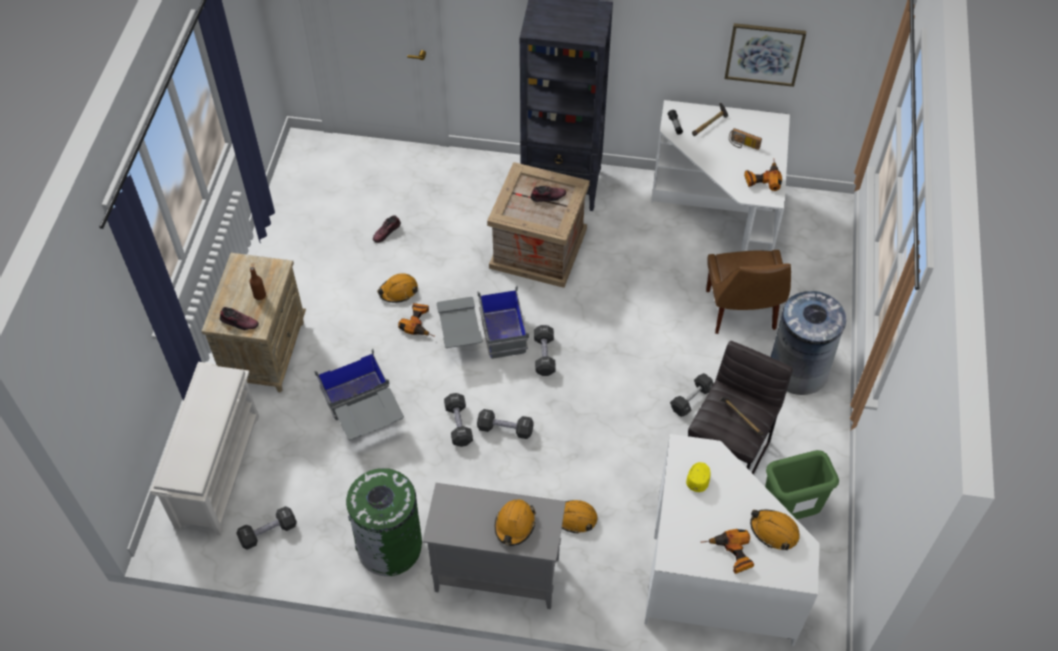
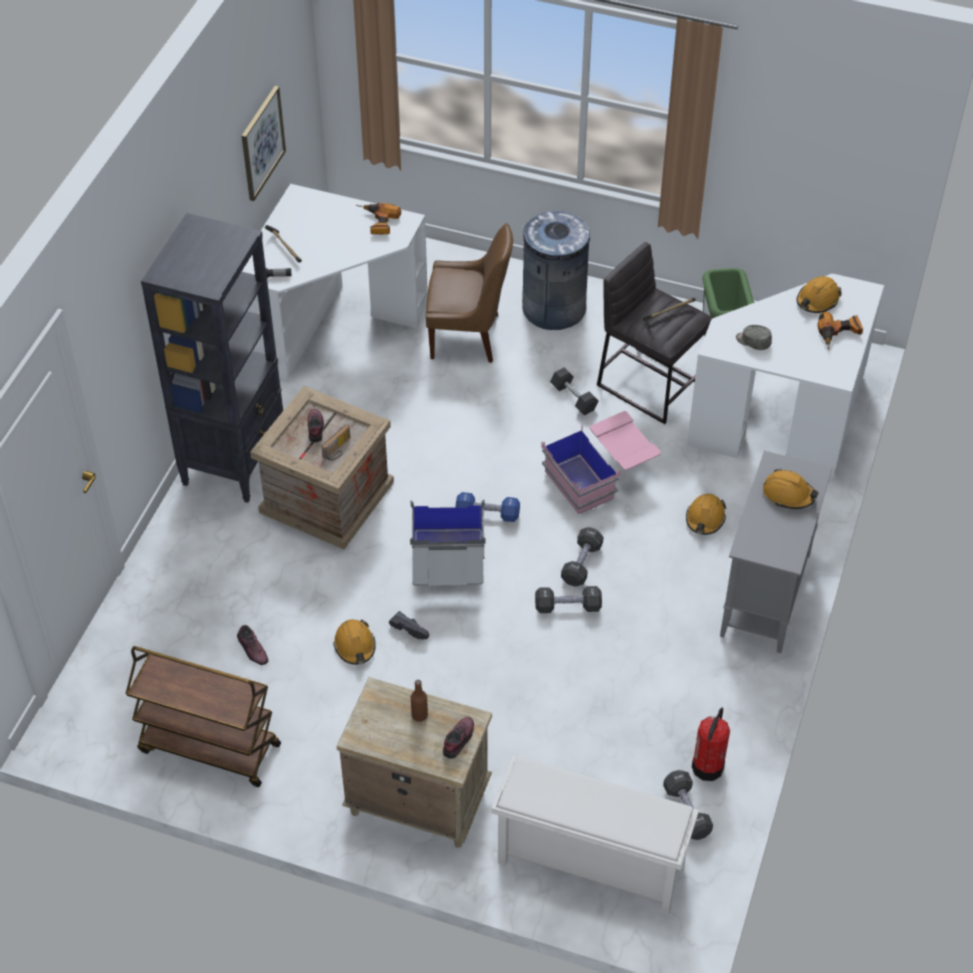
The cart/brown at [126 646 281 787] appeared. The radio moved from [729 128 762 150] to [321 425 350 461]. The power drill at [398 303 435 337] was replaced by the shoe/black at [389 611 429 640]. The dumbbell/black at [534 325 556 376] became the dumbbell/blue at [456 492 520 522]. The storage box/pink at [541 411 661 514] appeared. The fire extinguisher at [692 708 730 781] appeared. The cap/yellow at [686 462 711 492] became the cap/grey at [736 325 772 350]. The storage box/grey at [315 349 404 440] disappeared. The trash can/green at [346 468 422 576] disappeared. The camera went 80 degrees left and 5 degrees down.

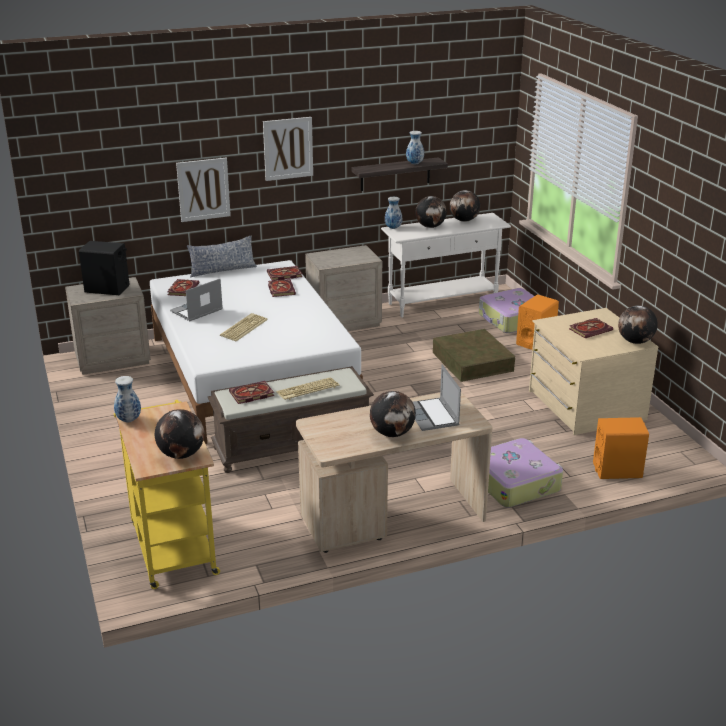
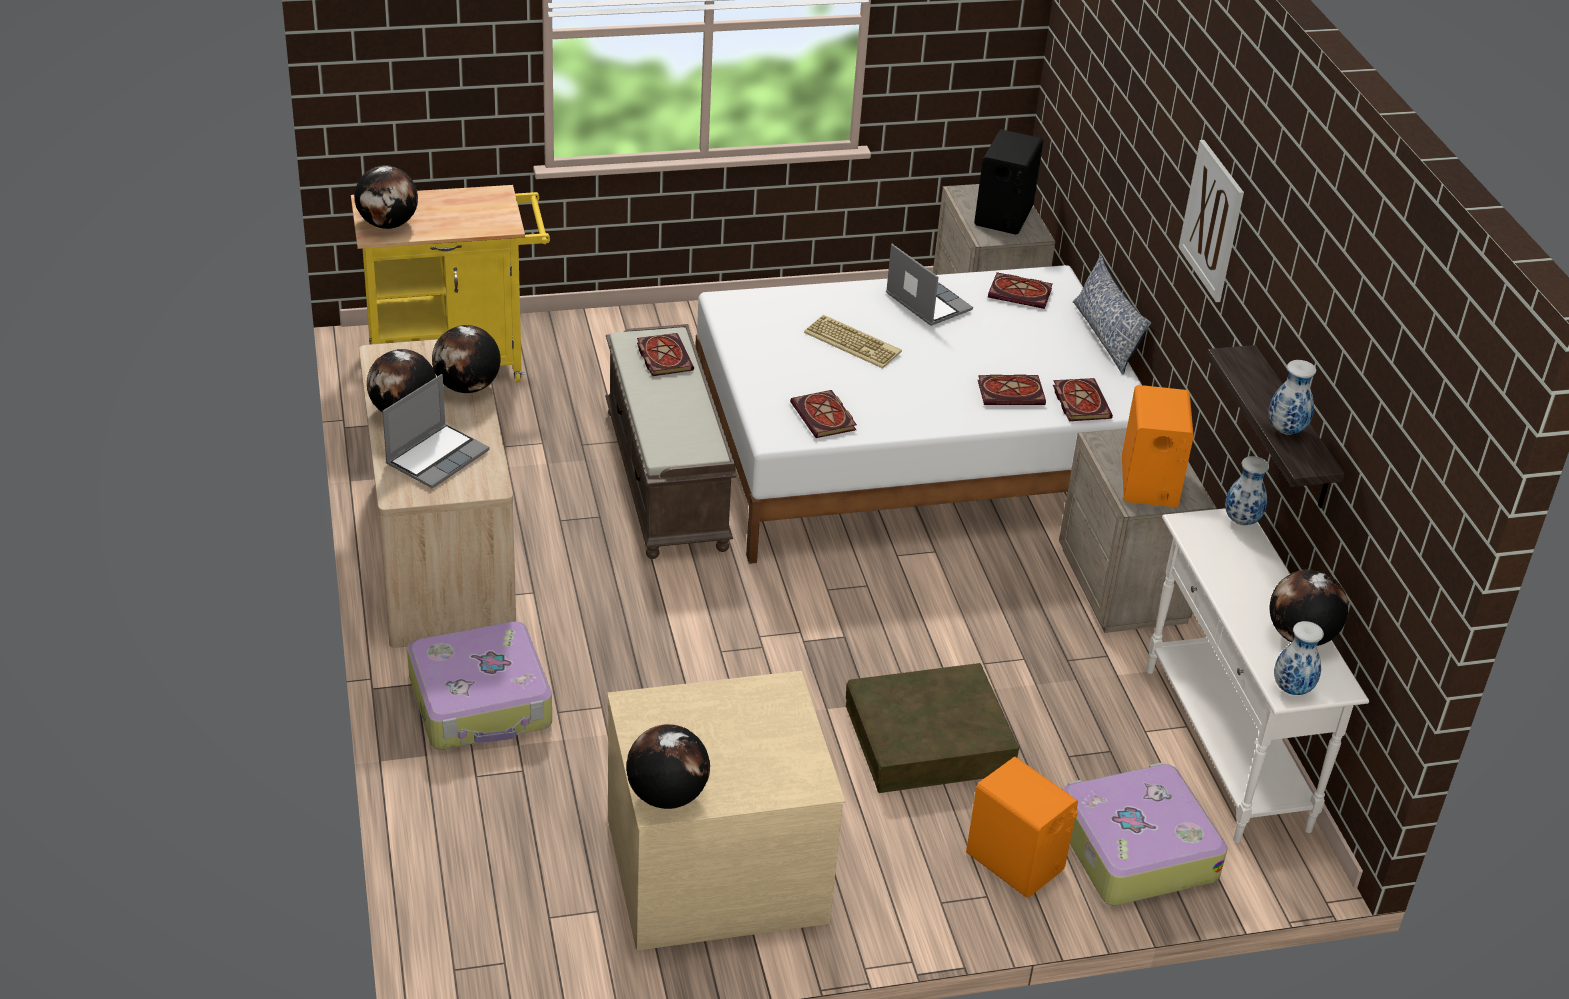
The laptop at [413 365 461 431] turned 135 degrees clockwise. The globe moved from [415 196 447 228] to [432 325 501 393]. The book moved from [569 318 613 338] to [790 390 857 438]. The speaker/orange moved from [593 417 649 479] to [1122 385 1194 507]. The vase moved from [114 376 141 422] to [1274 621 1324 695]. The picture at [176 158 231 222] disappeared. The keyboard at [276 377 339 400] disappeared. The camera went 95 degrees right and 10 degrees up.

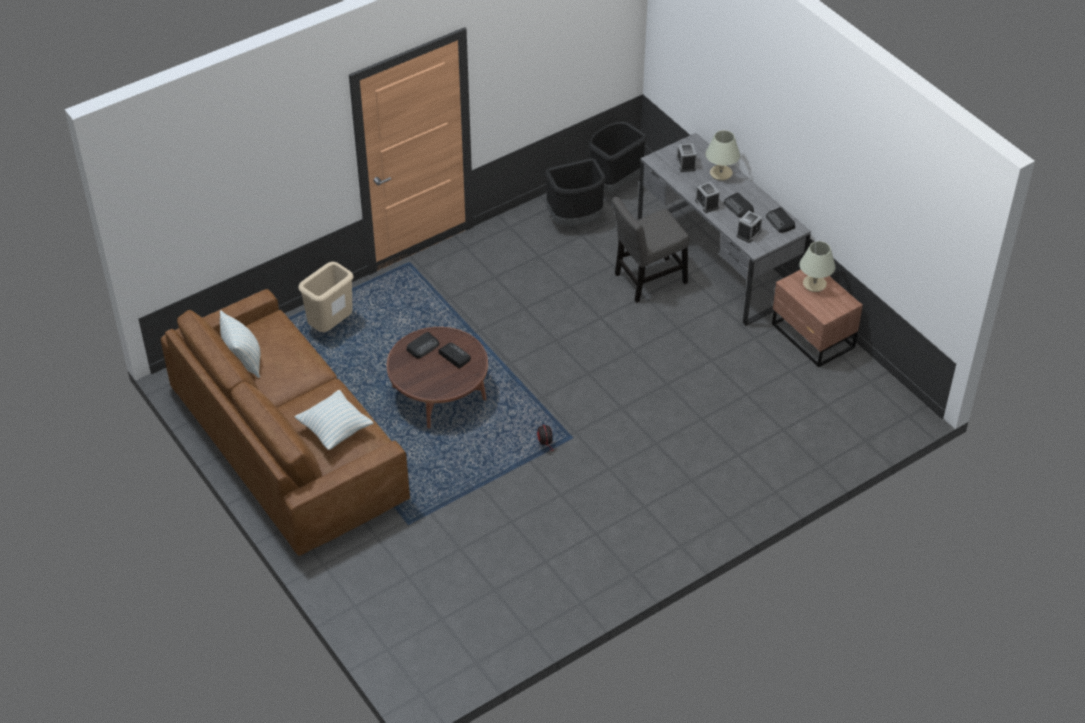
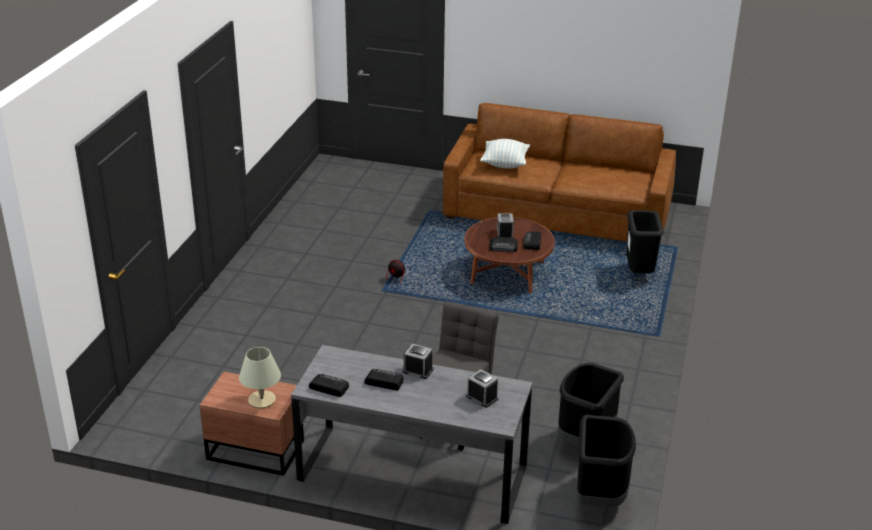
The alarm clock moved from [737 211 763 243] to [497 214 514 238]. The trash can/beige at [298 262 354 332] became the trash can/black at [626 210 664 273]. The pillow at [220 310 260 378] disappeared. The table lamp/beige at [706 130 740 181] disappeared. The camera went 140 degrees right and 15 degrees down.

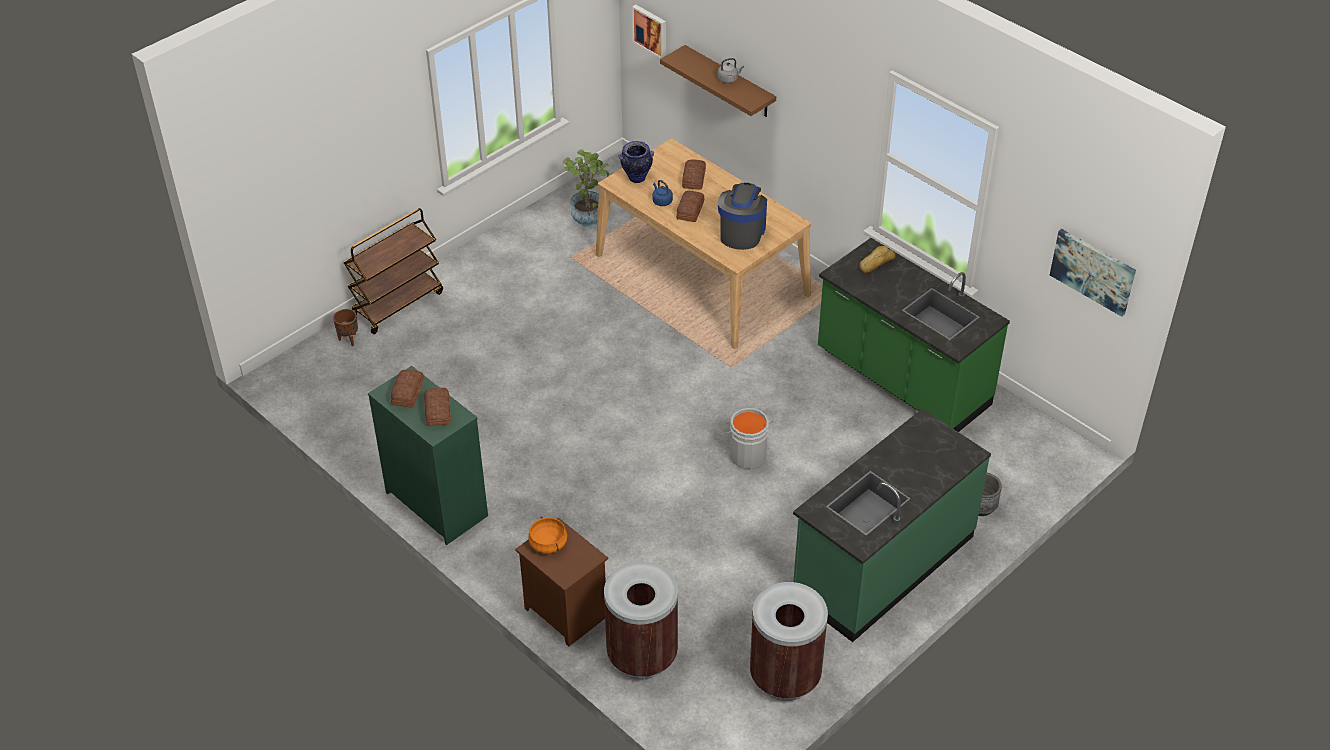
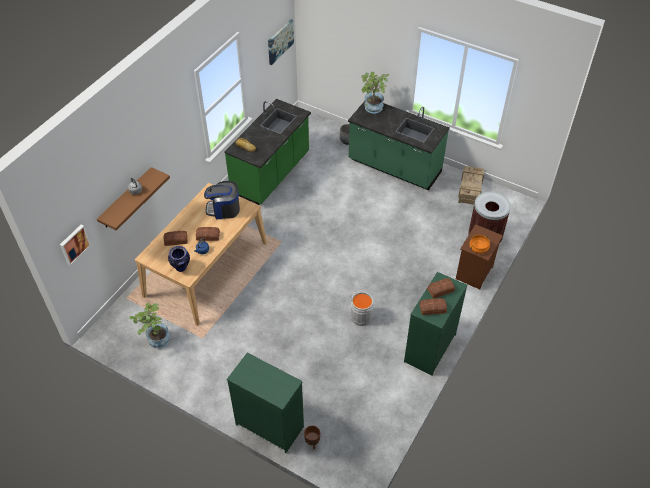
The cart/brown at [344 208 443 334] was replaced by the dresser/green at [227 353 304 453]. The bucket/grey moved from [720 408 773 469] to [347 292 374 326]. The potted plant at [361 72 389 113] appeared. The trash can/brown at [750 582 828 701] was replaced by the crate at [458 166 485 205]. The camera went 105 degrees left and 5 degrees up.

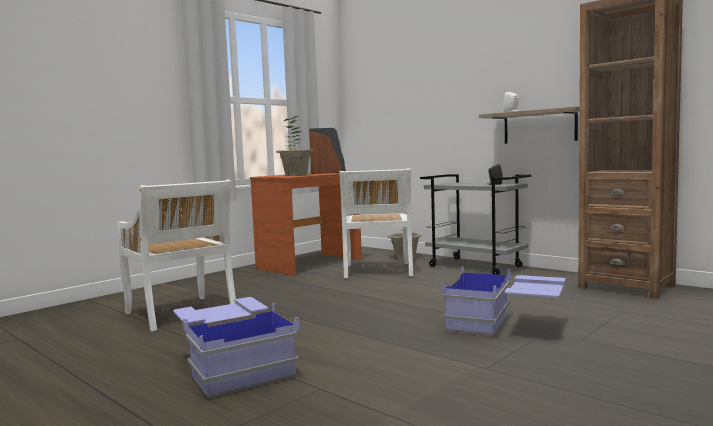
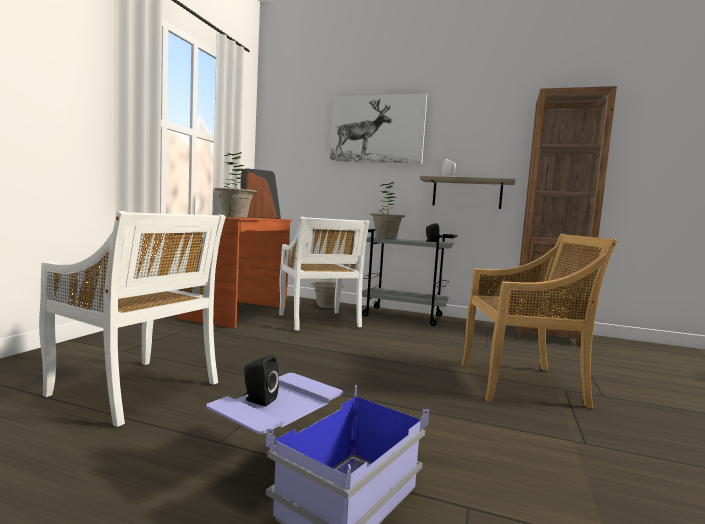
The speaker/black at [243 355 279 406] appeared. The picture at [330 94 427 164] appeared. The potted plant at [370 182 405 239] appeared. The storage box/blue at [441 266 566 337] was replaced by the chair/beige at [462 233 618 408]. The camera went 25 degrees left and 0 degrees up.

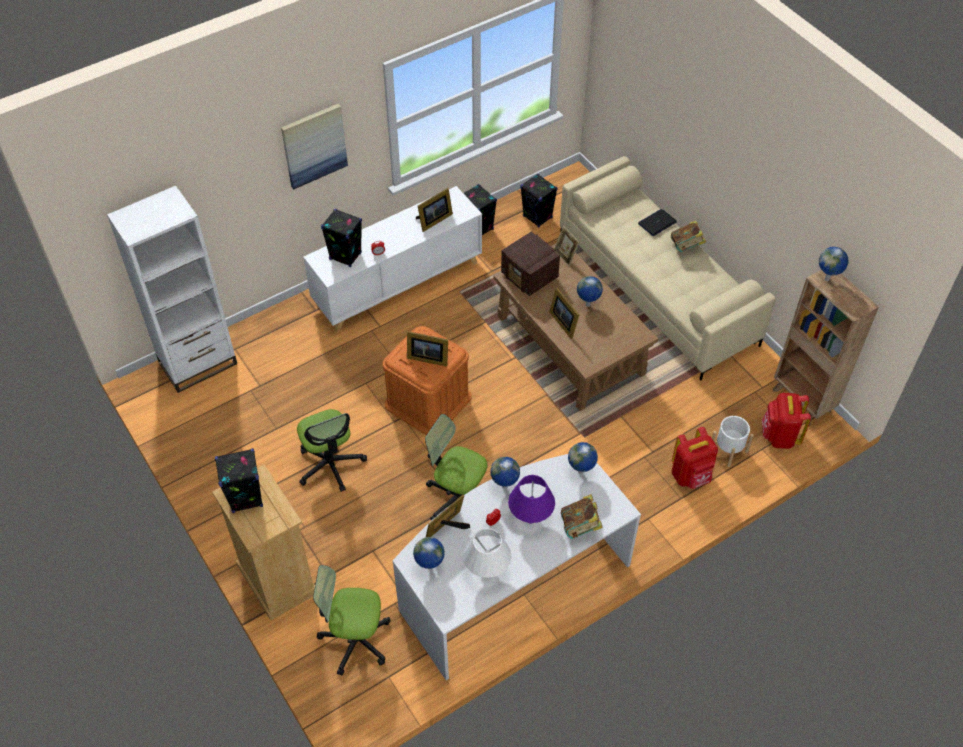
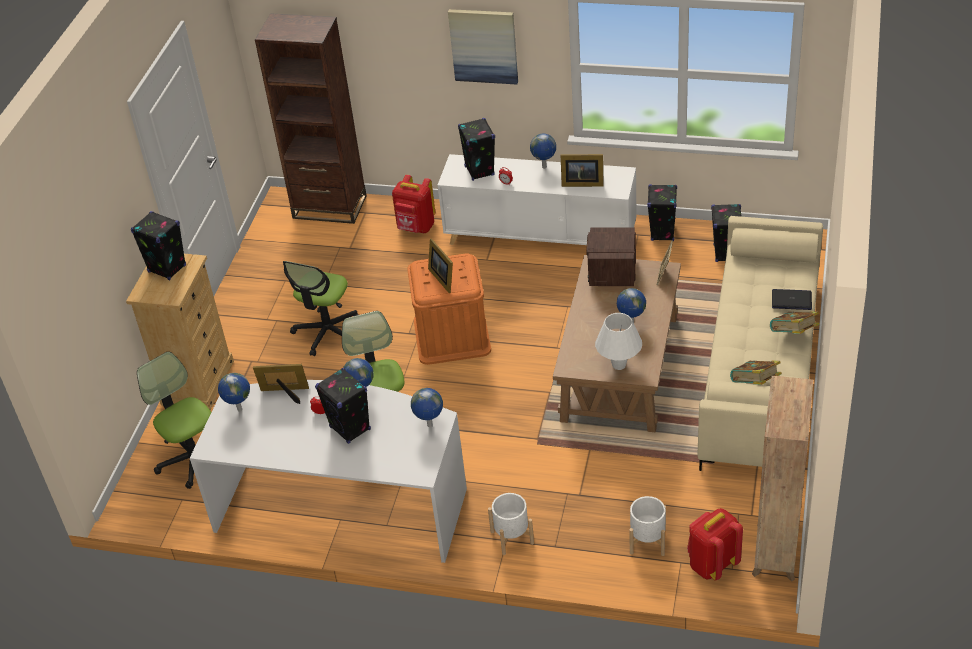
The bookcase/white at [107 186 237 393] became the bookcase/brown at [255 13 367 224]. The table lamp/purple at [508 475 555 524] was replaced by the speaker/black at [315 368 371 444]. The backpack/red moved from [671 427 718 489] to [392 175 435 233]. The planter/white at [488 493 534 555] appeared. The globe moved from [819 247 848 281] to [530 133 556 169]. The table lamp/white moved from [463 528 512 578] to [595 313 642 370]. The book moved from [561 494 603 539] to [730 360 782 385]. The picture frame at [549 288 579 339] disappeared. The camera went 50 degrees right and 10 degrees down.

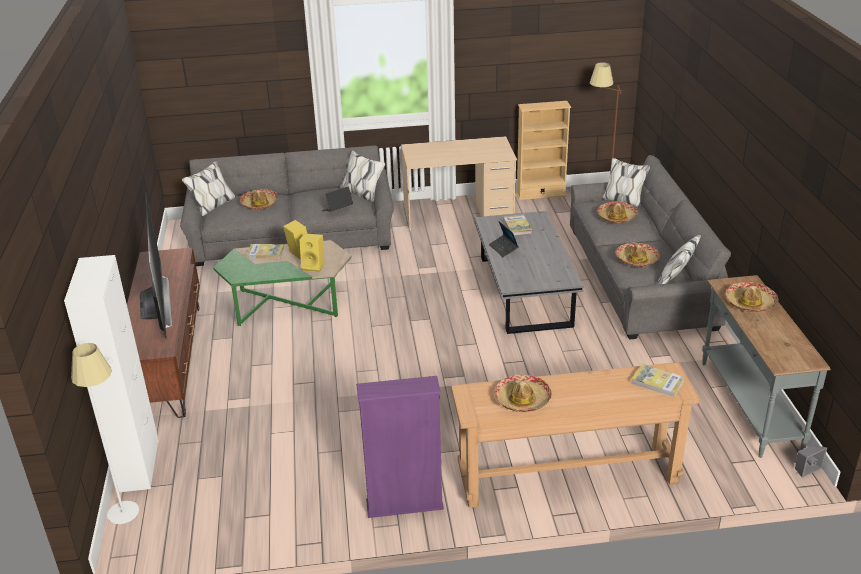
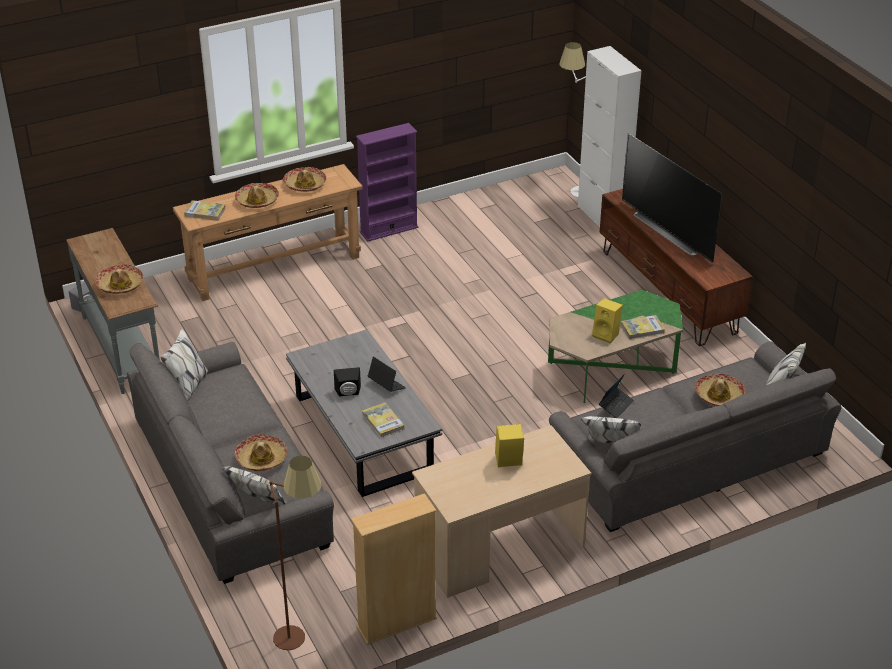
The hat moved from [616 243 660 267] to [235 183 279 208]. The speaker/black at [334 367 361 397] appeared. The speaker/yellow moved from [299 233 324 272] to [495 424 524 467]. The camera went 160 degrees right and 5 degrees up.

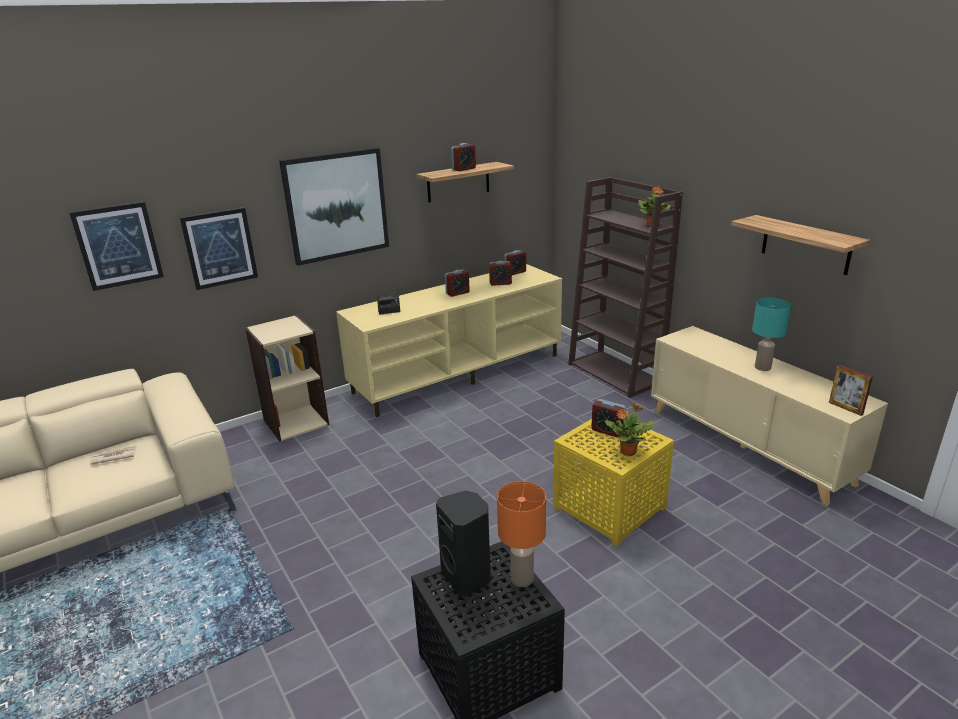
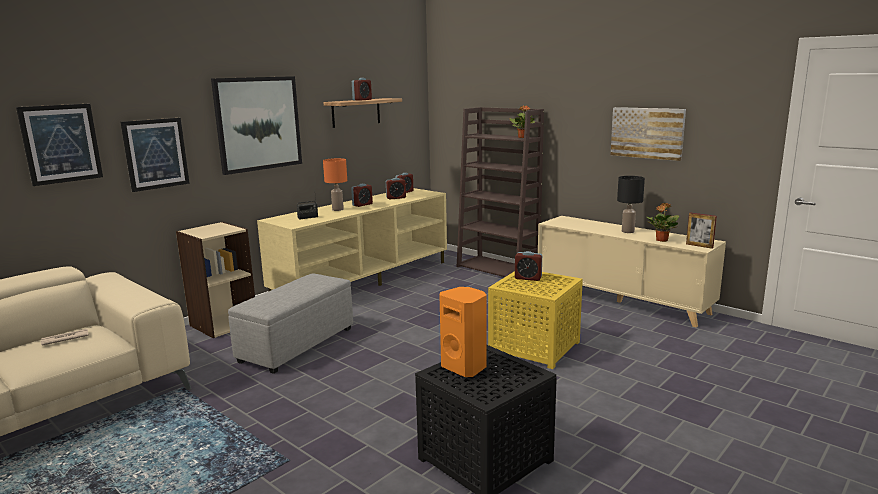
The ottoman/grey at [228 274 353 374] appeared. The table lamp/orange moved from [497 481 546 587] to [323 158 347 211]. The speaker/black at [436 491 491 596] became the speaker/orange at [439 287 487 377]. The shelf at [731 215 870 275] was replaced by the picture at [610 107 686 161]. The table lamp/turquoise at [752 298 791 371] became the table lamp/black at [617 176 645 233]. The potted plant moved from [605 403 655 456] to [647 203 679 242]. The camera went 15 degrees left and 10 degrees down.

